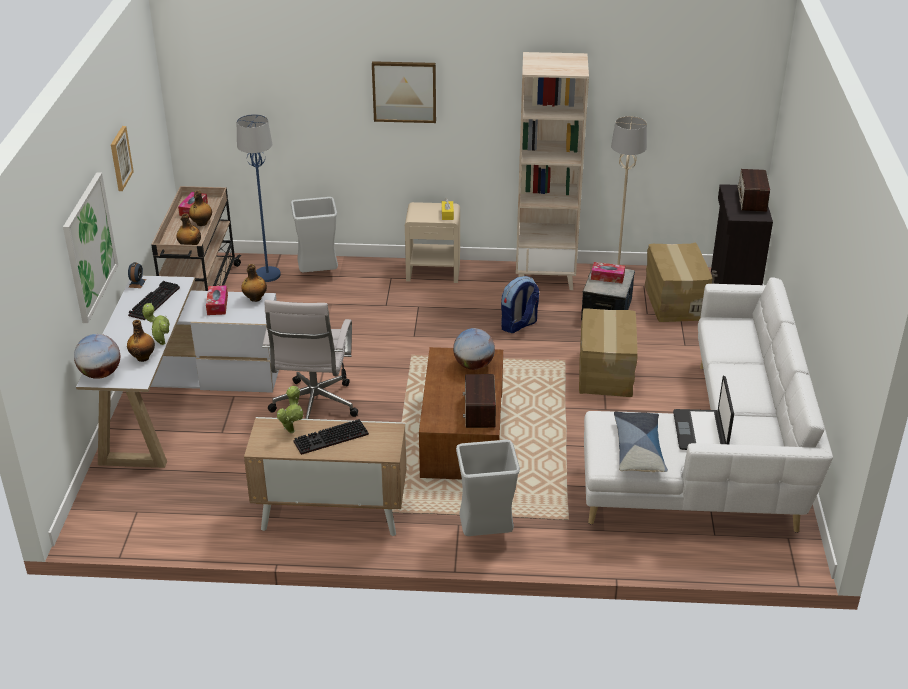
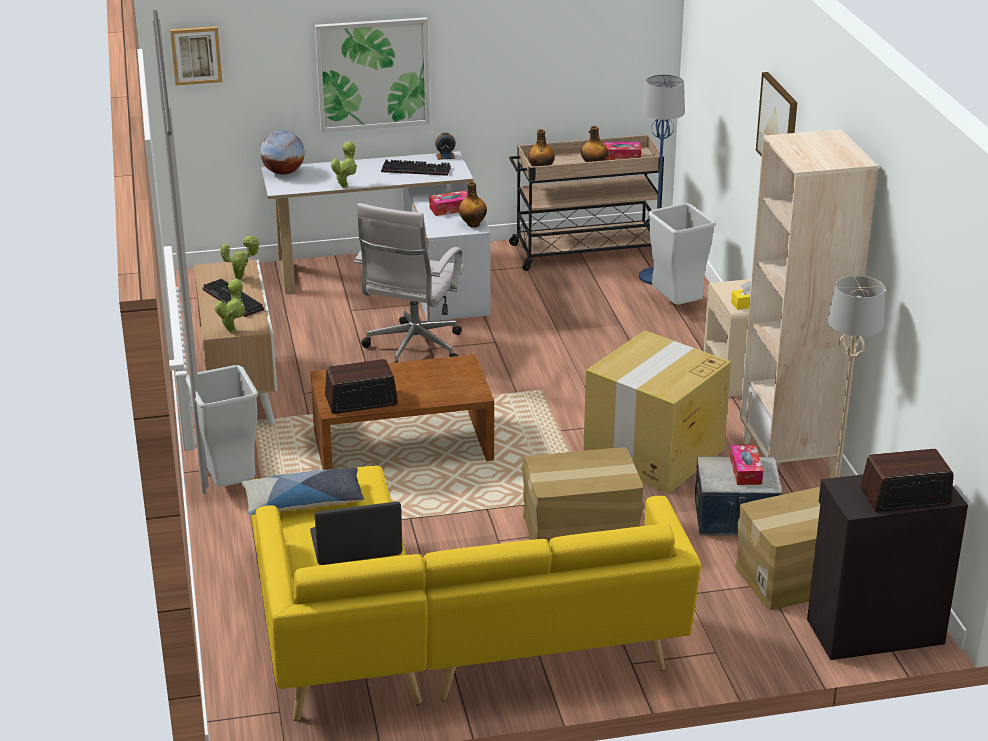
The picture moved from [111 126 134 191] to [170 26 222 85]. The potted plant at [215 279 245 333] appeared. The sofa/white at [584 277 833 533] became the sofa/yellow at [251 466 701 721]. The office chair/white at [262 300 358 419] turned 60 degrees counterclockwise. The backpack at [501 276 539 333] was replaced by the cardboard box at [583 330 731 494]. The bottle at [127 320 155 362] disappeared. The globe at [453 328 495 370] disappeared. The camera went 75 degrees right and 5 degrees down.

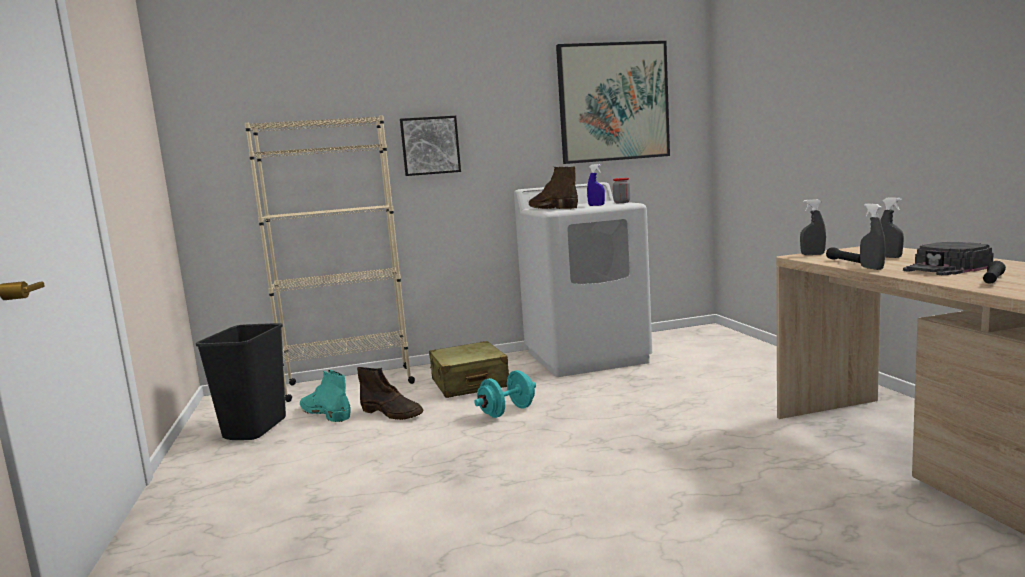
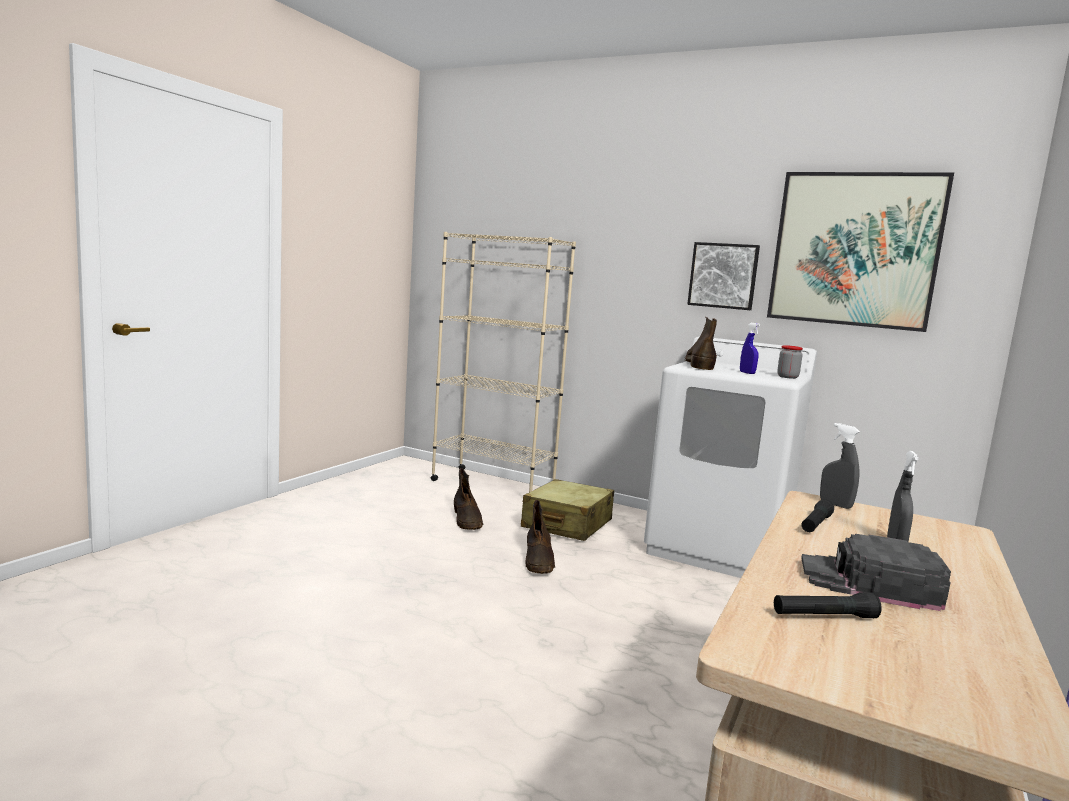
The dumbbell/turquoise at [474 370 536 418] was replaced by the boot/brown at [525 500 555 574]. The picture moved from [400 116 461 176] to [687 242 760 310]. The trash can/black at [196 323 286 440] disappeared. The boot/turquoise at [300 370 351 422] disappeared. The spray bottle/grey at [860 203 885 270] disappeared. The camera went 40 degrees right and 0 degrees up.

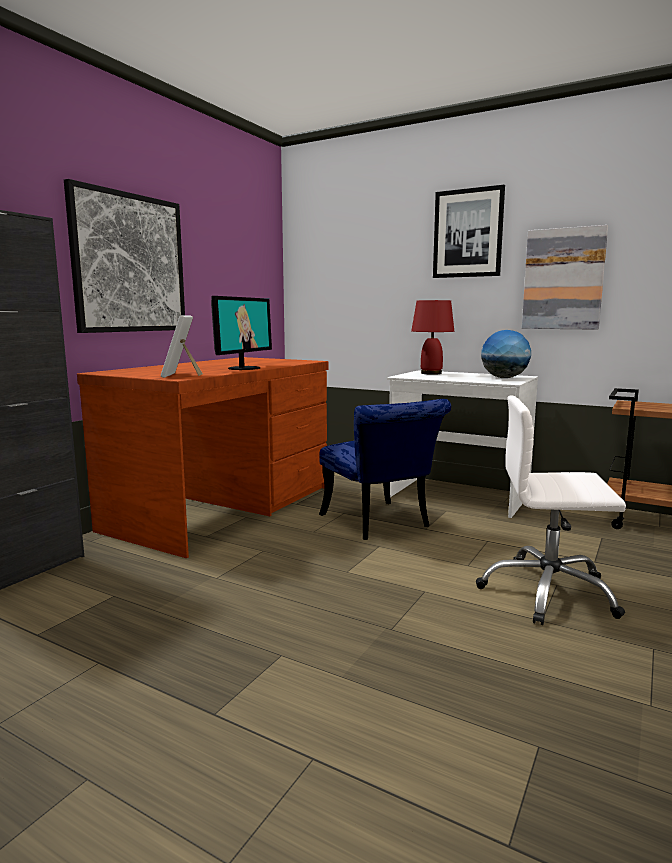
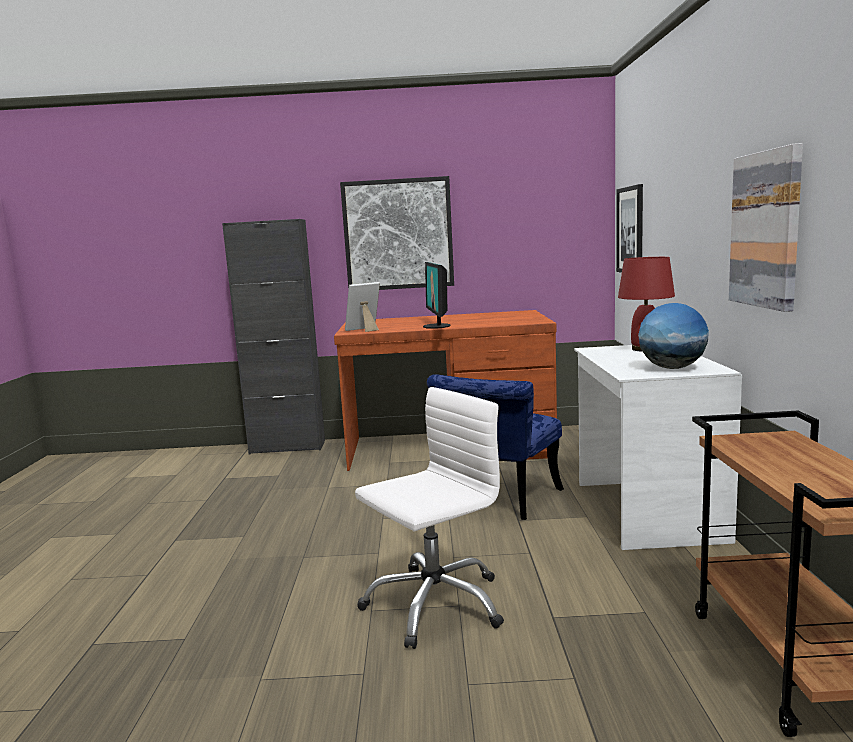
The office chair/white at [476 395 626 625] turned 75 degrees clockwise. The monitor at [211 296 272 370] turned 90 degrees clockwise. The picture moved from [433 185 505 278] to [616 184 643 273]. The camera went 60 degrees right and 0 degrees up.

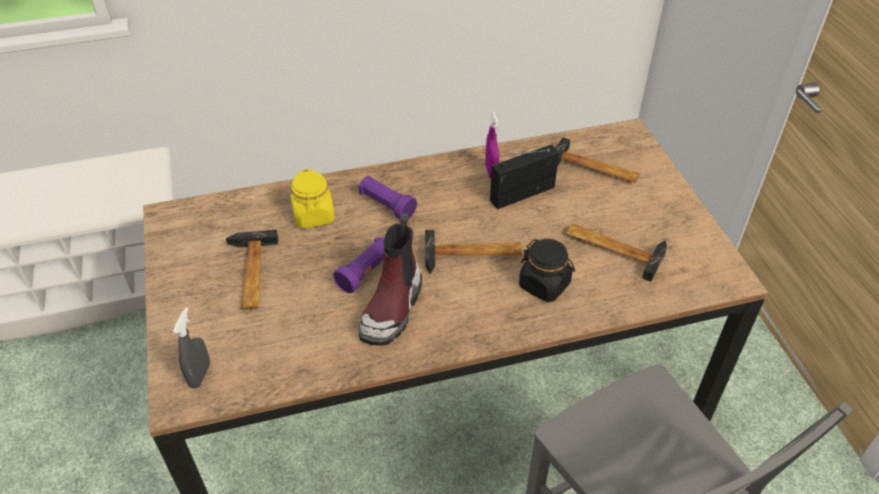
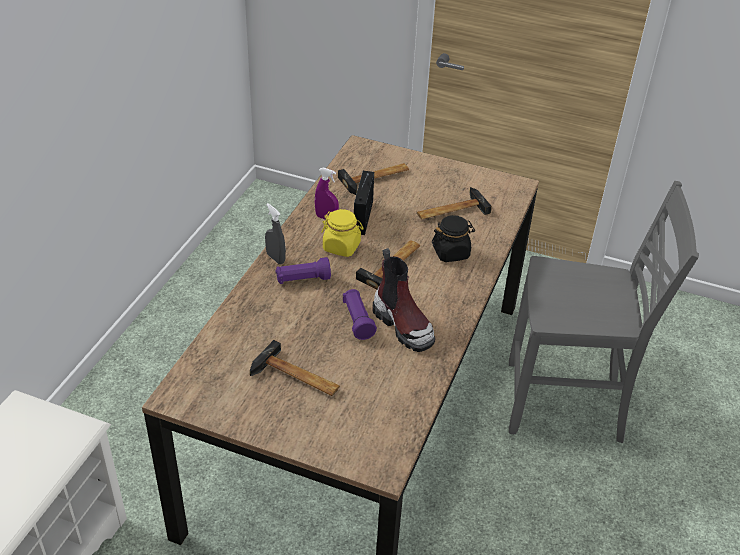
The spray bottle/grey moved from [173 307 210 388] to [265 203 286 264]. The jar/yellow moved from [290 169 335 228] to [321 209 364 257]. The camera went 55 degrees left and 5 degrees down.

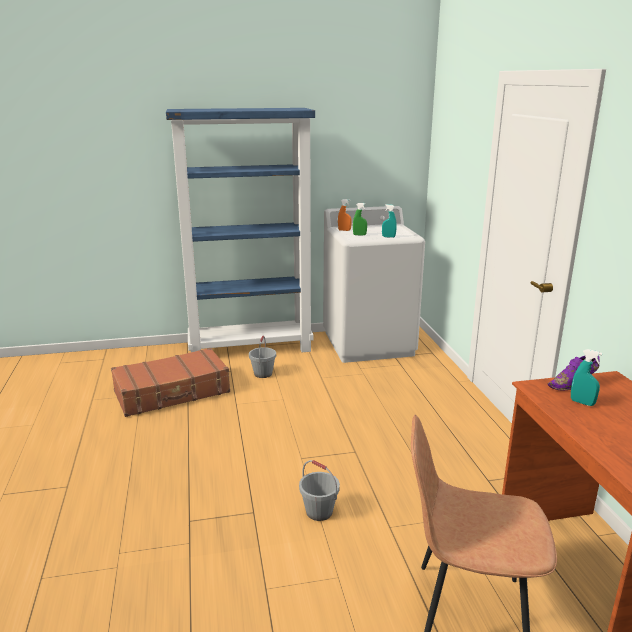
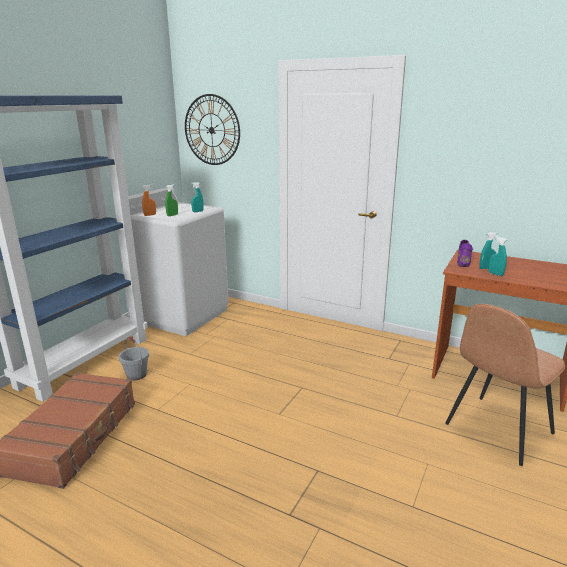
The wall clock at [185 94 240 165] appeared. The spray bottle/turquoise at [488 236 507 276] appeared. The bucket/grey at [299 460 340 521] disappeared. The camera went 50 degrees left and 0 degrees up.

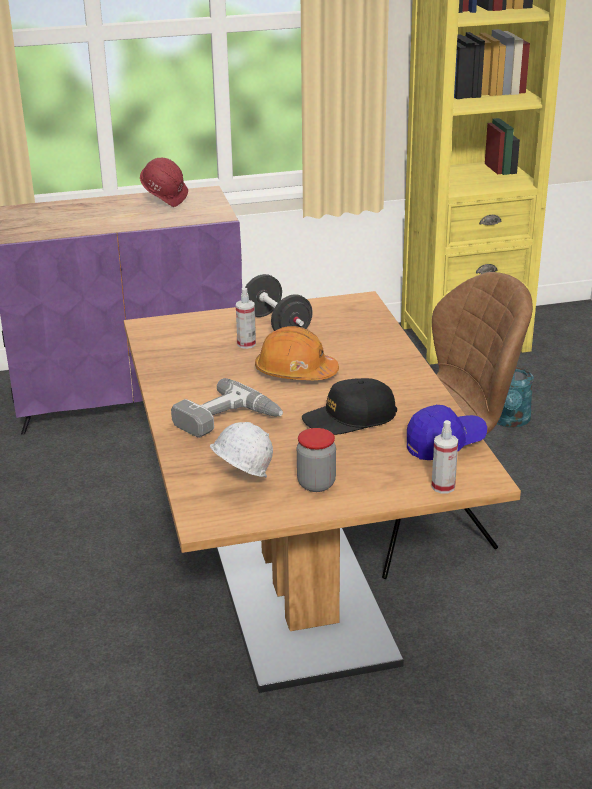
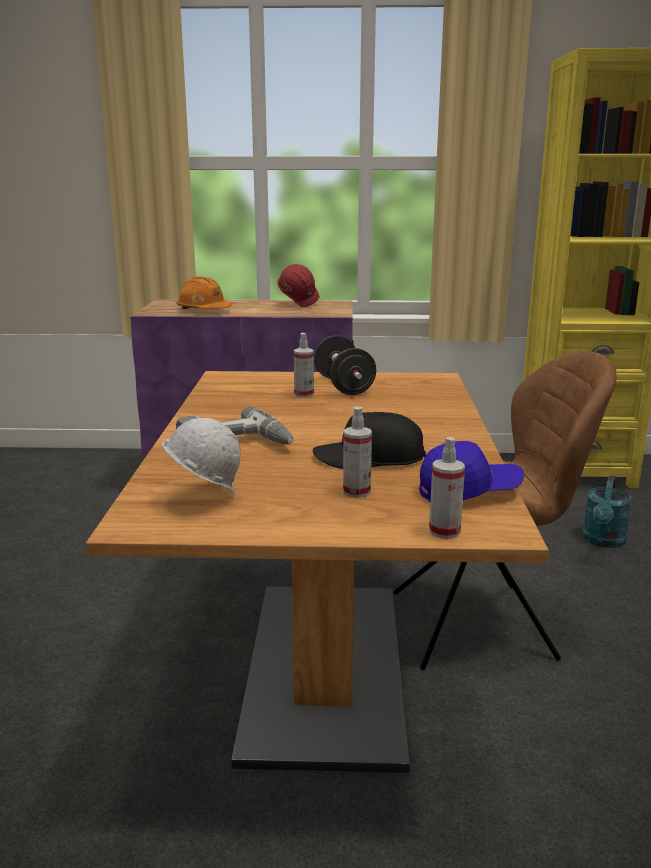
The hard hat/orange moved from [255 326 339 380] to [177 276 232 309]. The spray bottle at [343 407 372 498] appeared. The jar at [297 428 336 492] disappeared. The camera went 15 degrees right and 10 degrees down.

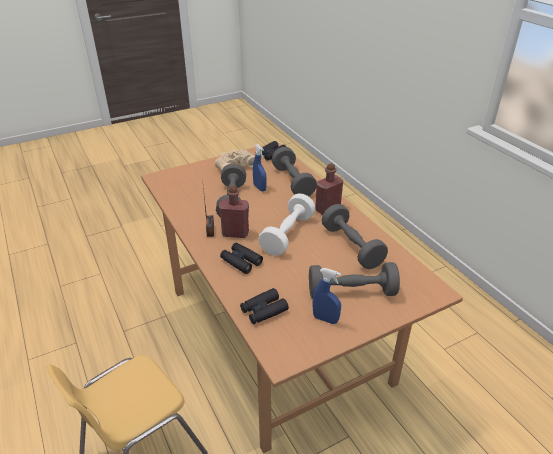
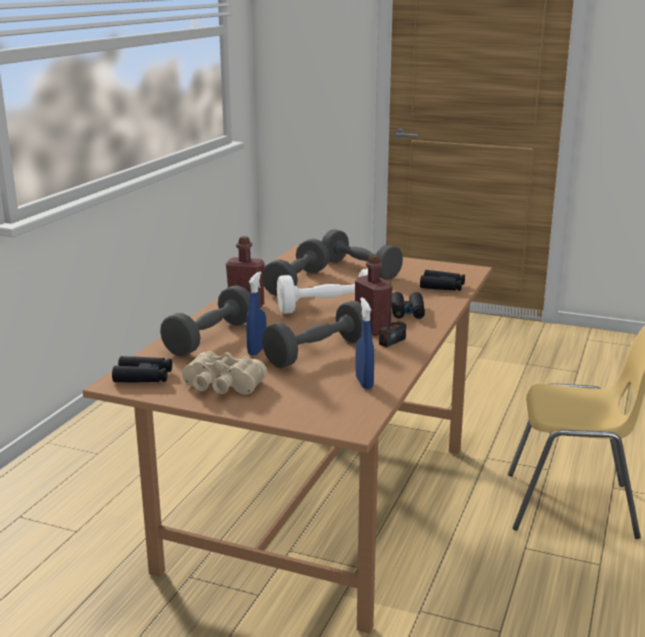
The spray bottle/blue moved from [313 268 341 324] to [355 297 374 389]. The camera went 130 degrees left and 15 degrees down.

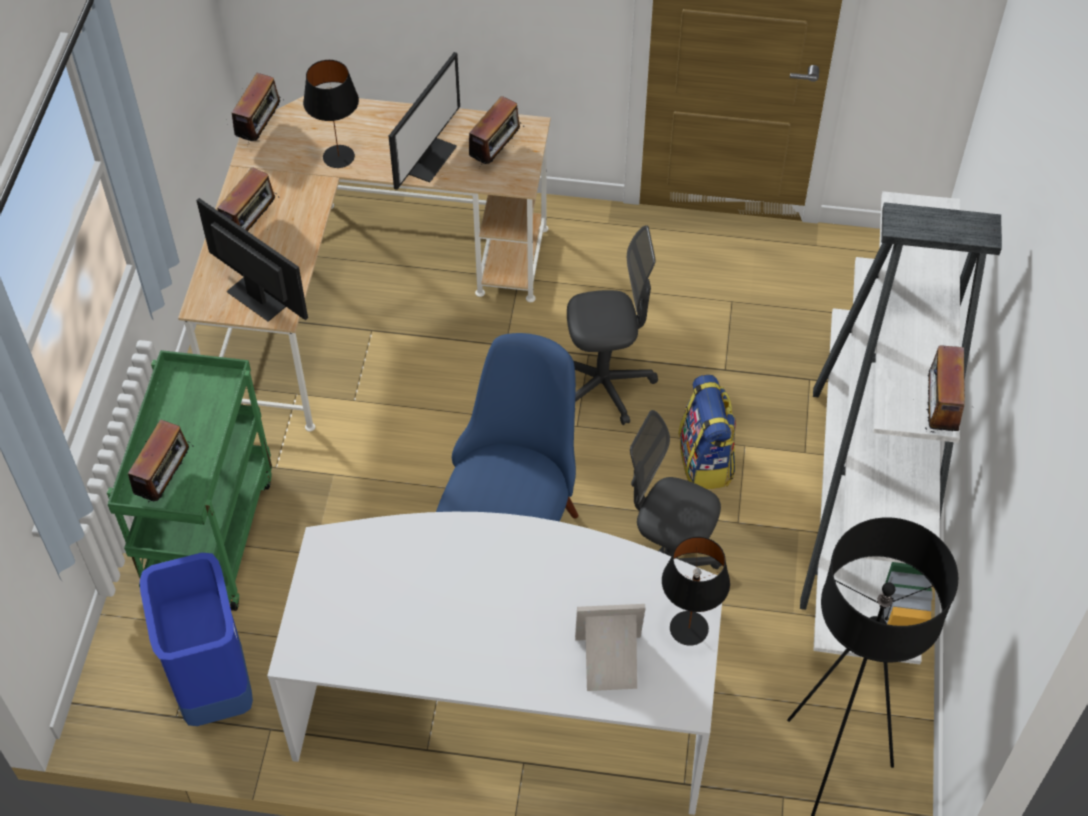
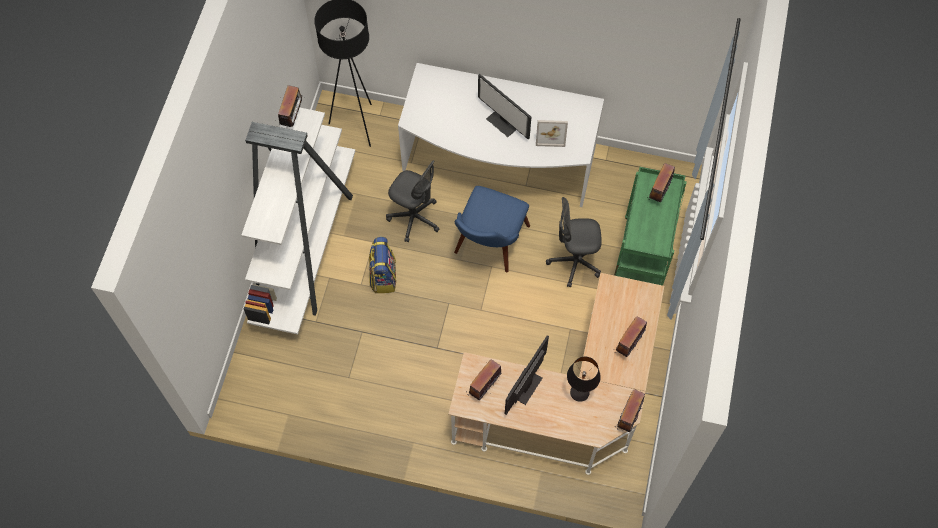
The monitor moved from [196 198 308 322] to [478 74 531 139]. The picture frame moved from [575 604 646 691] to [536 120 568 147]. The office chair/grey moved from [567 225 658 425] to [546 197 602 287]. The trash can/blue at [140 553 253 726] disappeared. The table lamp/black at [662 536 730 646] disappeared. The camera went 175 degrees left and 10 degrees up.

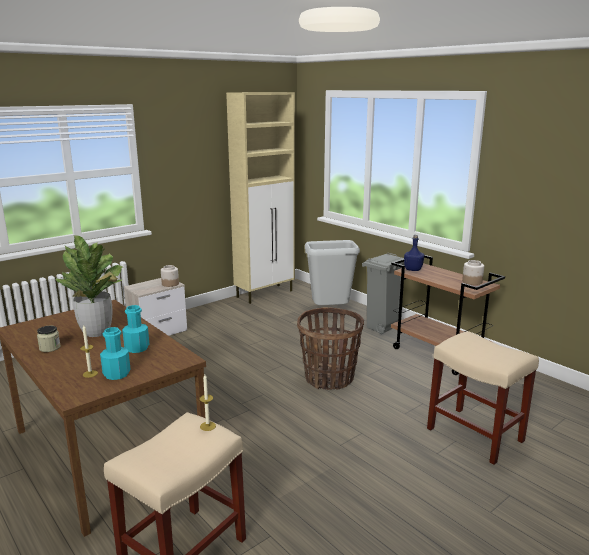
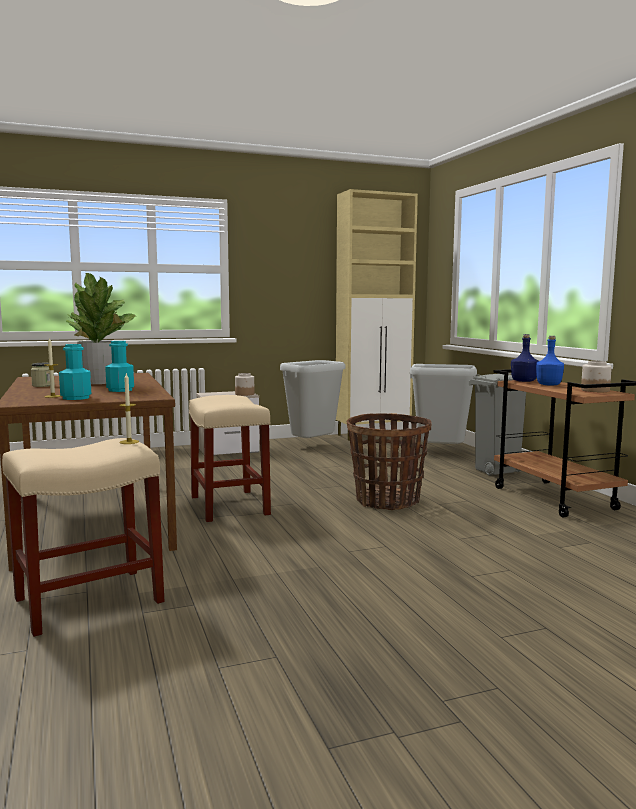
The stool/beige moved from [427 331 539 465] to [188 395 271 522]. The trash can/grey at [280 360 345 438] appeared. The bottle/blue at [536 336 564 386] appeared. The camera went 20 degrees right and 10 degrees down.

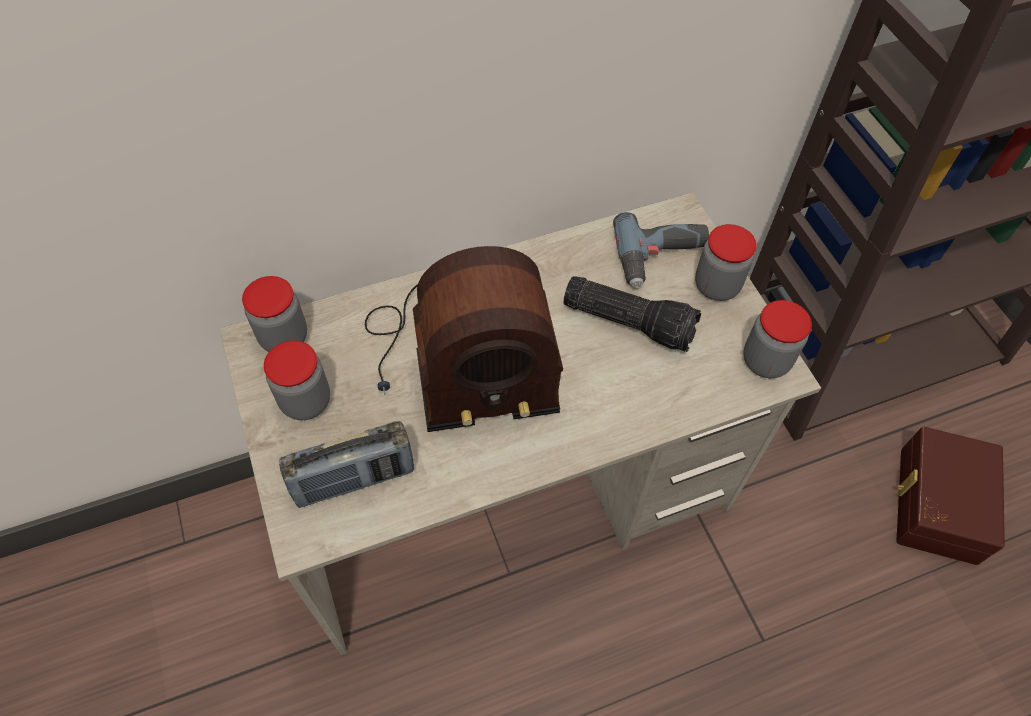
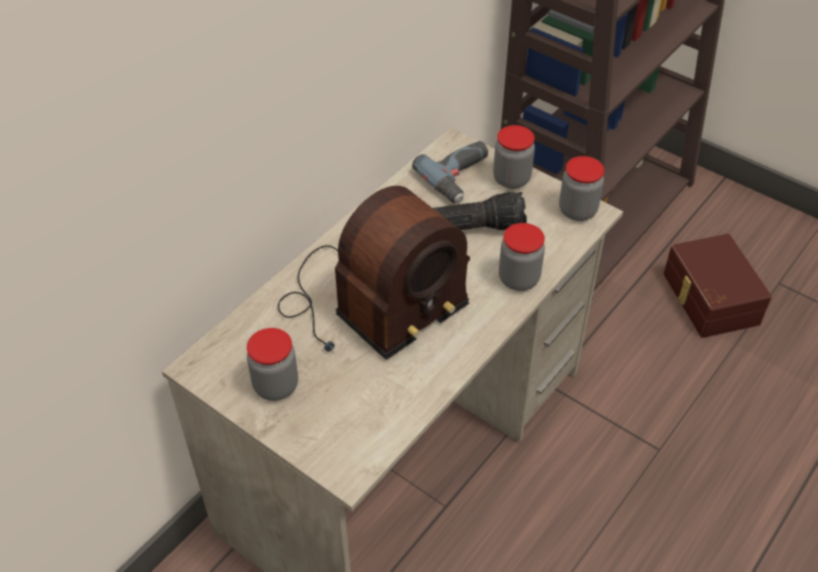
The jar moved from [242 276 307 352] to [499 223 545 291]. The radio at [279 421 414 508] disappeared. The camera went 30 degrees left and 10 degrees down.

